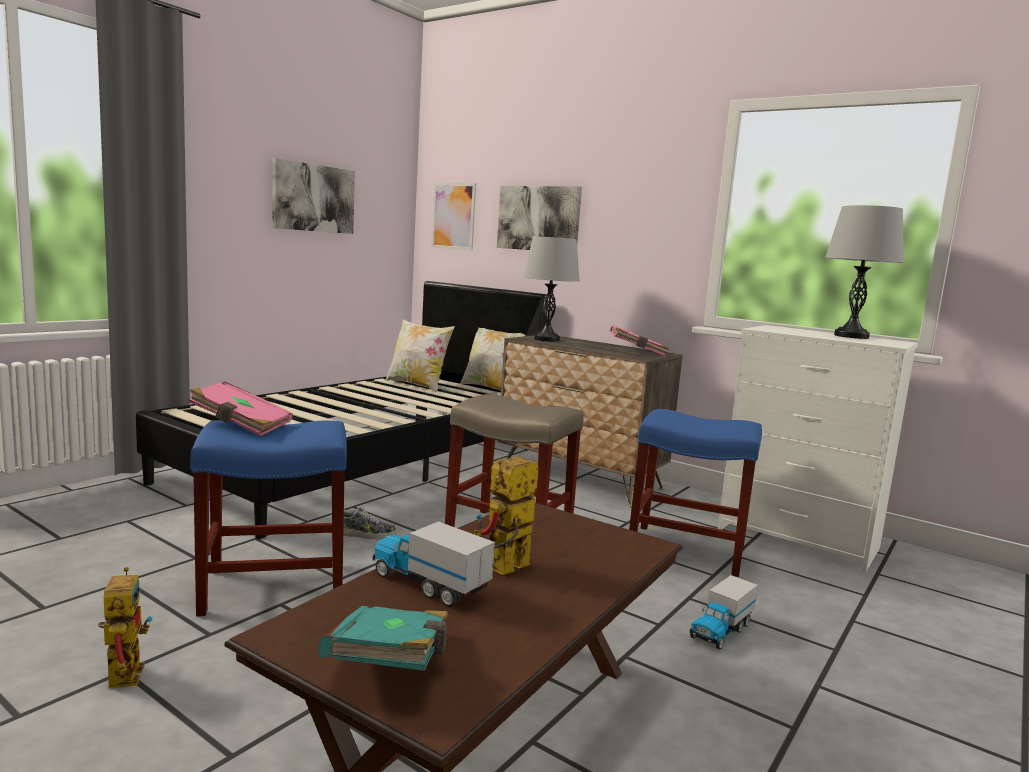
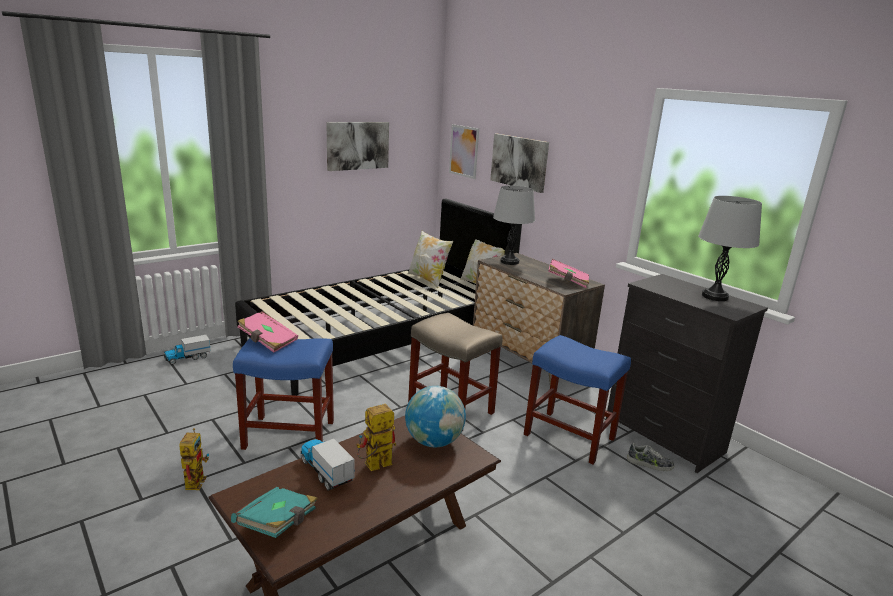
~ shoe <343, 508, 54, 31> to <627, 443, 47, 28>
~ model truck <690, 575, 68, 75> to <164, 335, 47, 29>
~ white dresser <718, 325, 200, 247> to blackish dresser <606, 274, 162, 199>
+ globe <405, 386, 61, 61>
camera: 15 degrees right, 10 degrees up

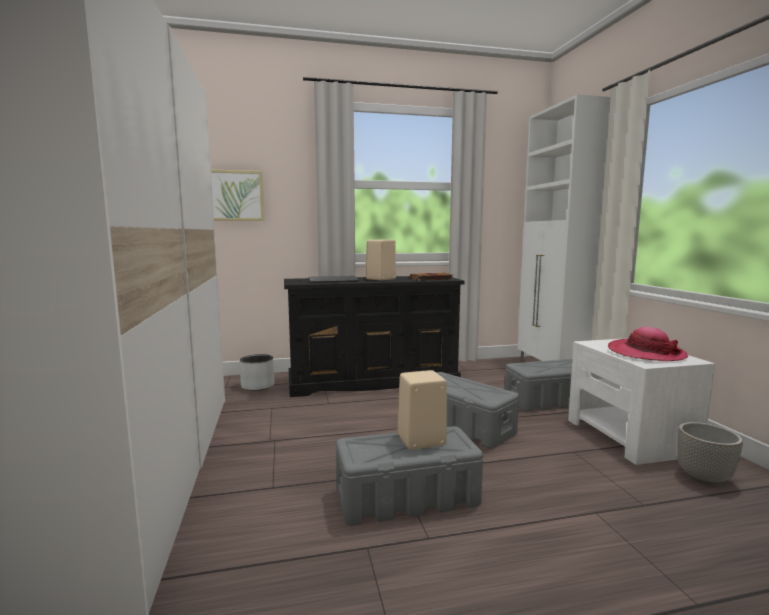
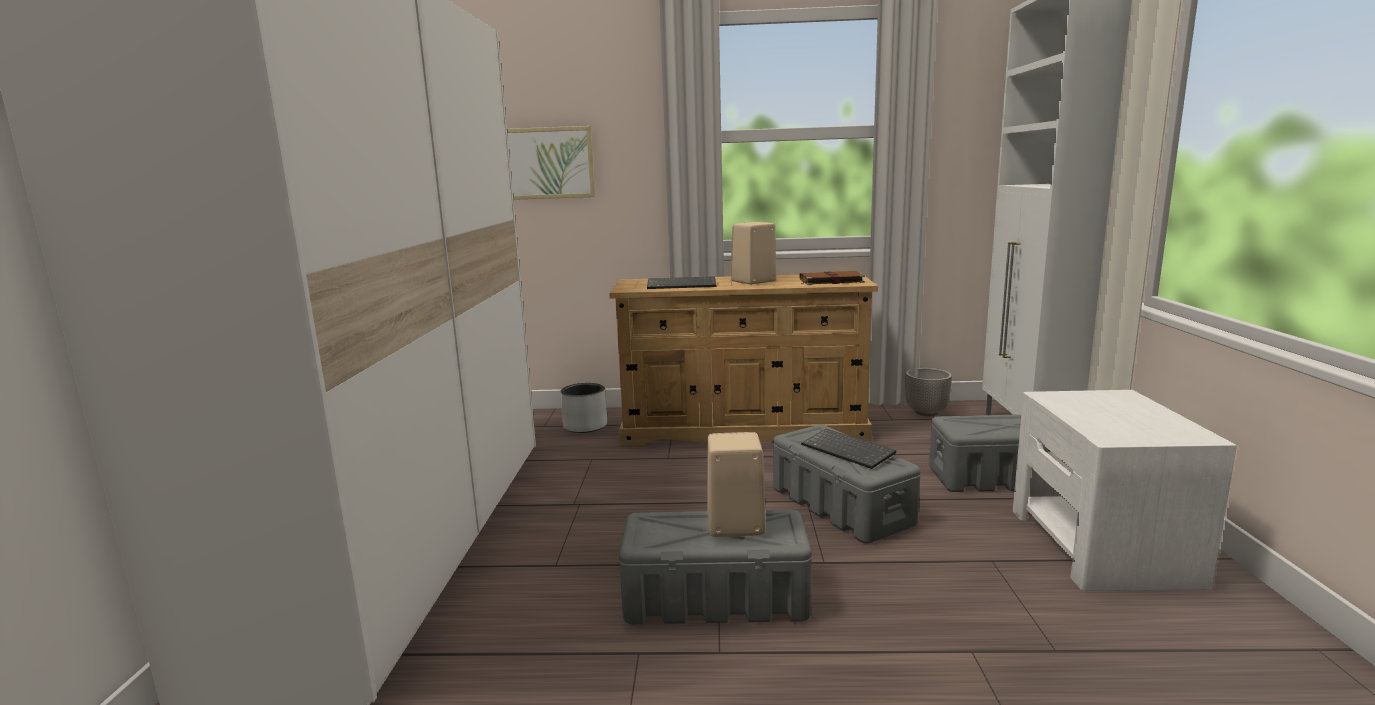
~ blackish dresser <284, 276, 181, 121> to beige dresser <609, 274, 269, 171>
- hat <608, 327, 80, 34>
~ flower pot <677, 422, 66, 63> to <905, 368, 47, 48>
+ PC keyboard <801, 429, 95, 40>
camera: 15 degrees right, 5 degrees up

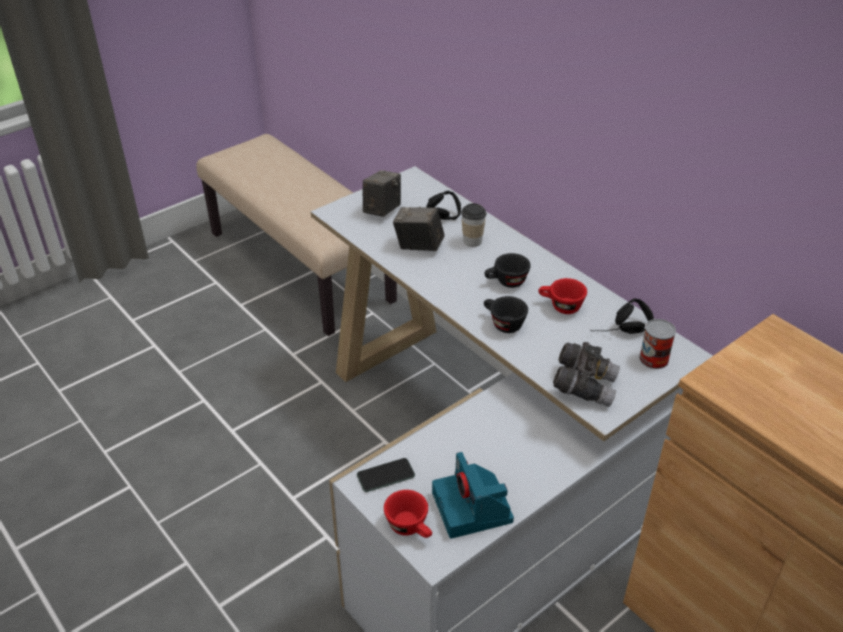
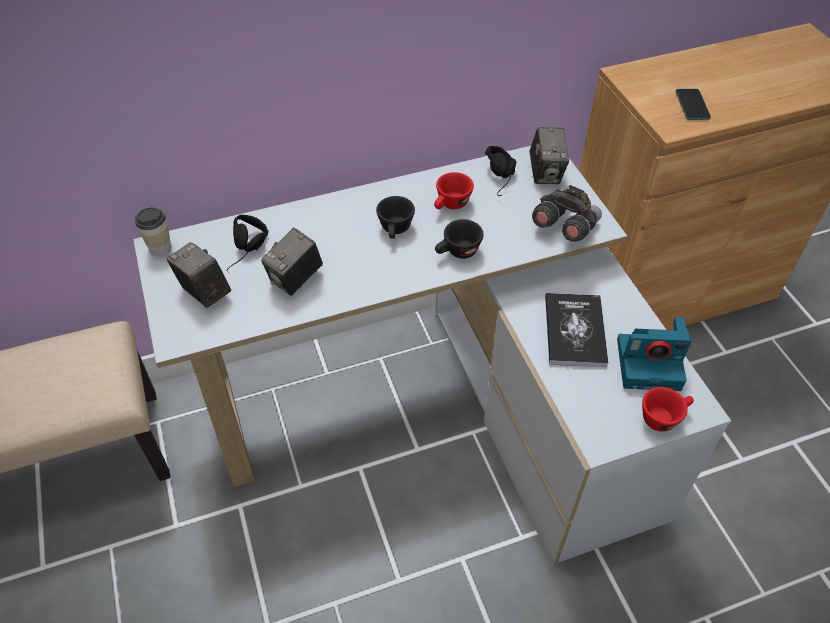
~ telephone <357, 458, 58, 34> to <675, 89, 36, 31>
~ drinking cup <461, 203, 25, 44> to <135, 207, 36, 49>
~ metal can <639, 319, 37, 50> to photo camera <529, 127, 40, 57>
+ volume <545, 293, 63, 74>
camera: 70 degrees left, 10 degrees up

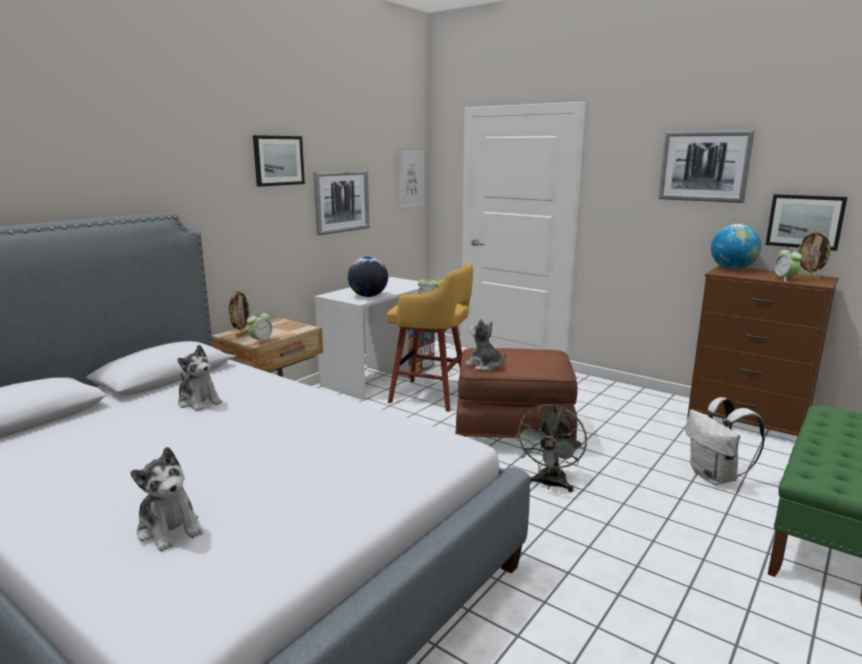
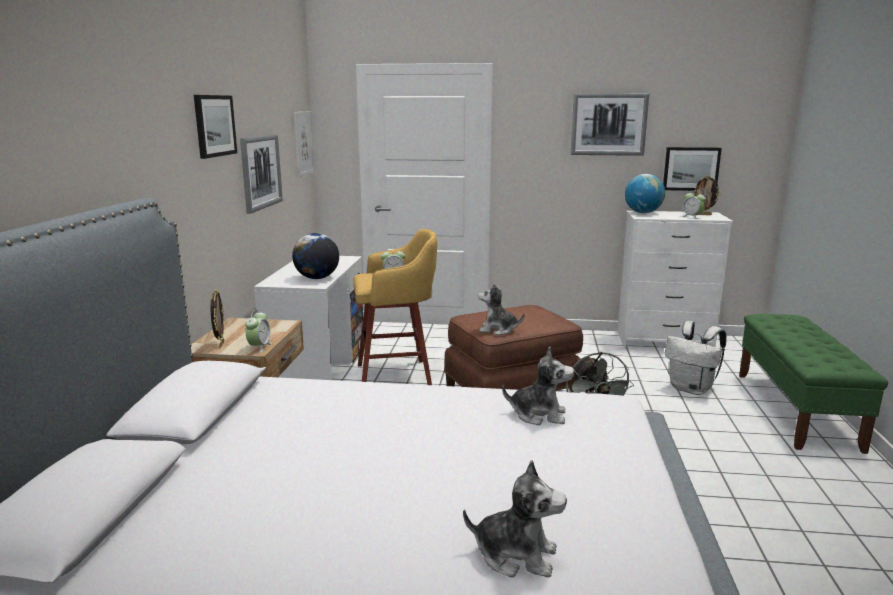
~ cuddly toy <178, 345, 45, 66> to <502, 347, 72, 78>
~ brown-coloured dresser <687, 265, 152, 171> to white dresser <618, 211, 115, 137>
camera: 30 degrees left, 0 degrees up

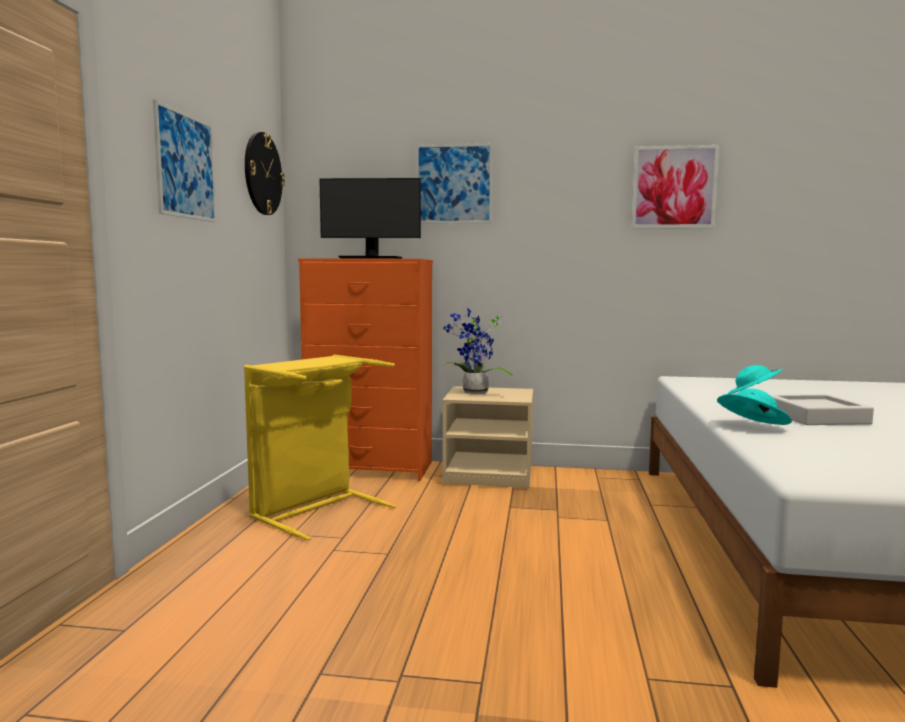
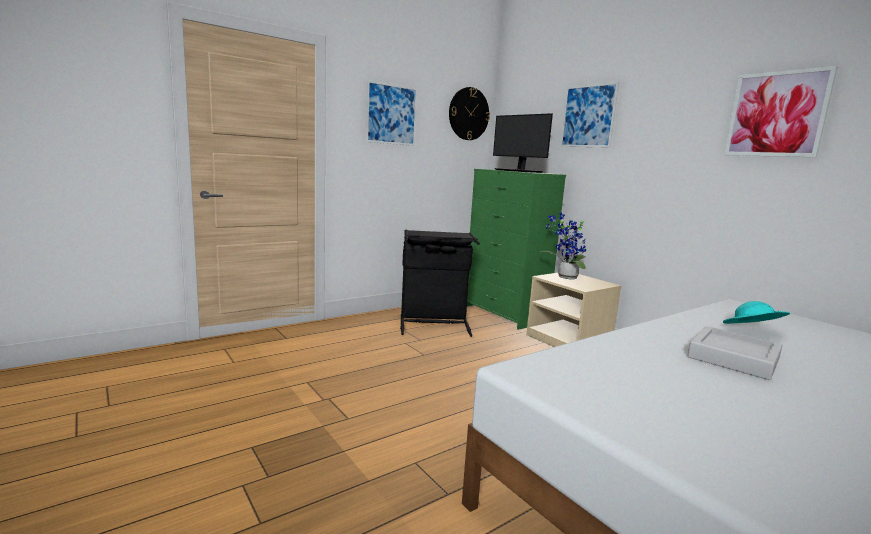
~ yellow-coloured hamper <244, 355, 152, 186> to blackish hamper <400, 229, 80, 108>
~ orange dresser <298, 258, 135, 223> to green-coloured dresser <467, 169, 99, 161>
- turquoise-coloured hat <717, 388, 75, 37>
camera: 45 degrees right, 5 degrees up

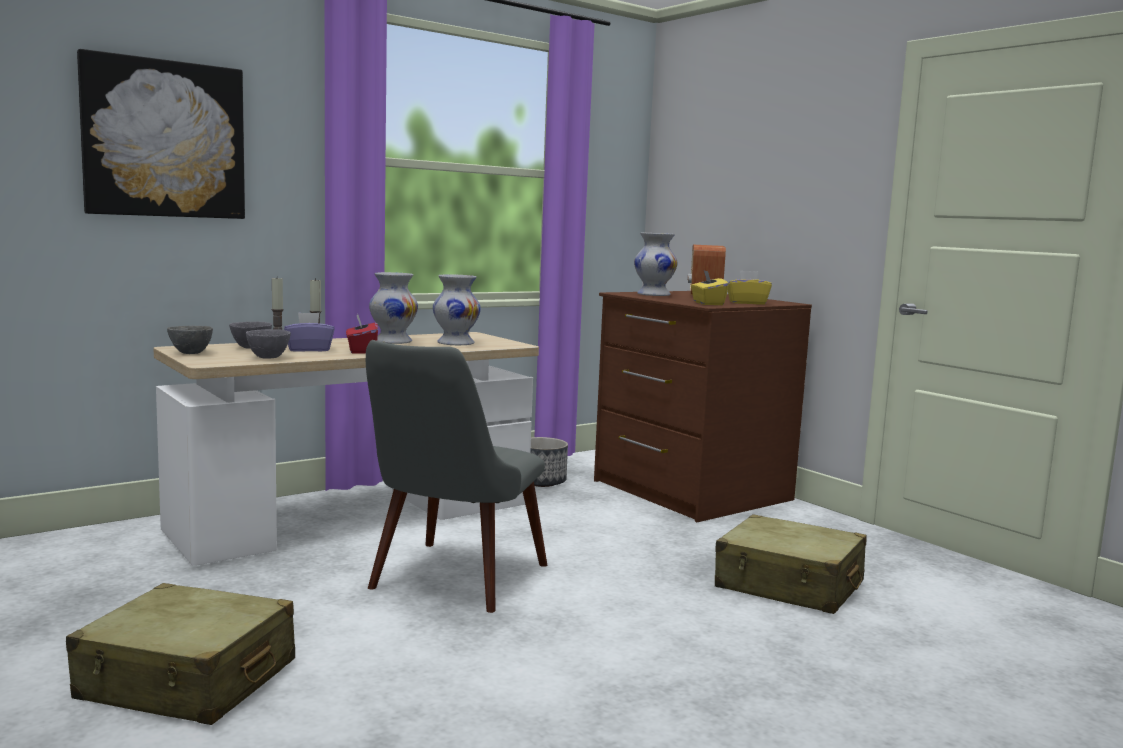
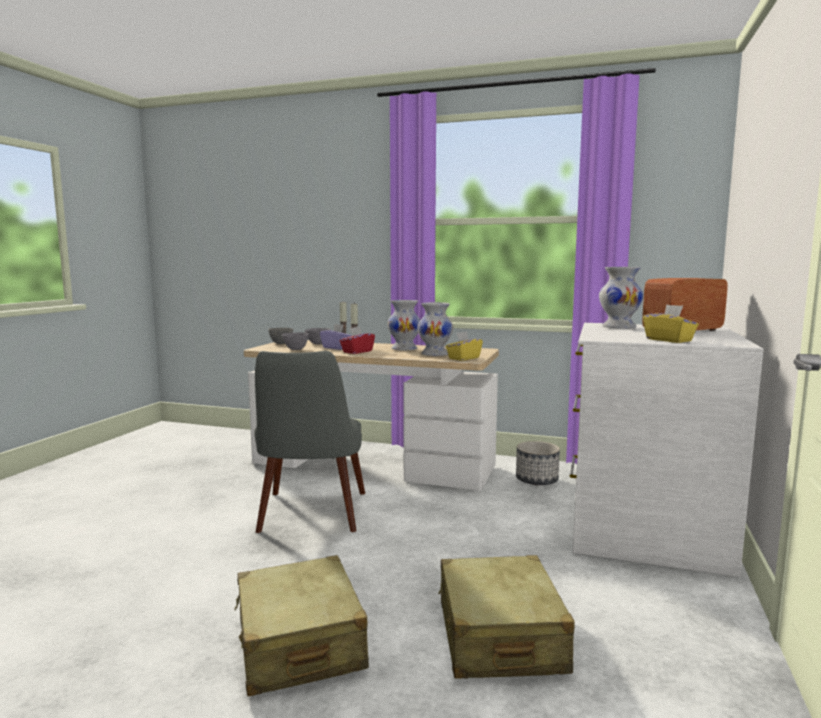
~ beige piece of luggage <66, 583, 229, 142> to <234, 555, 135, 141>
- wall art <77, 49, 168, 170>
~ grey plain chair <366, 340, 181, 273> = <254, 351, 111, 182> 75 degrees counterclockwise
~ brown-coloured dresser <594, 291, 218, 231> to white dresser <570, 323, 194, 254>
~ yellow-coloured tissue box <691, 271, 38, 34> to <446, 331, 37, 30>
camera: 55 degrees right, 0 degrees up

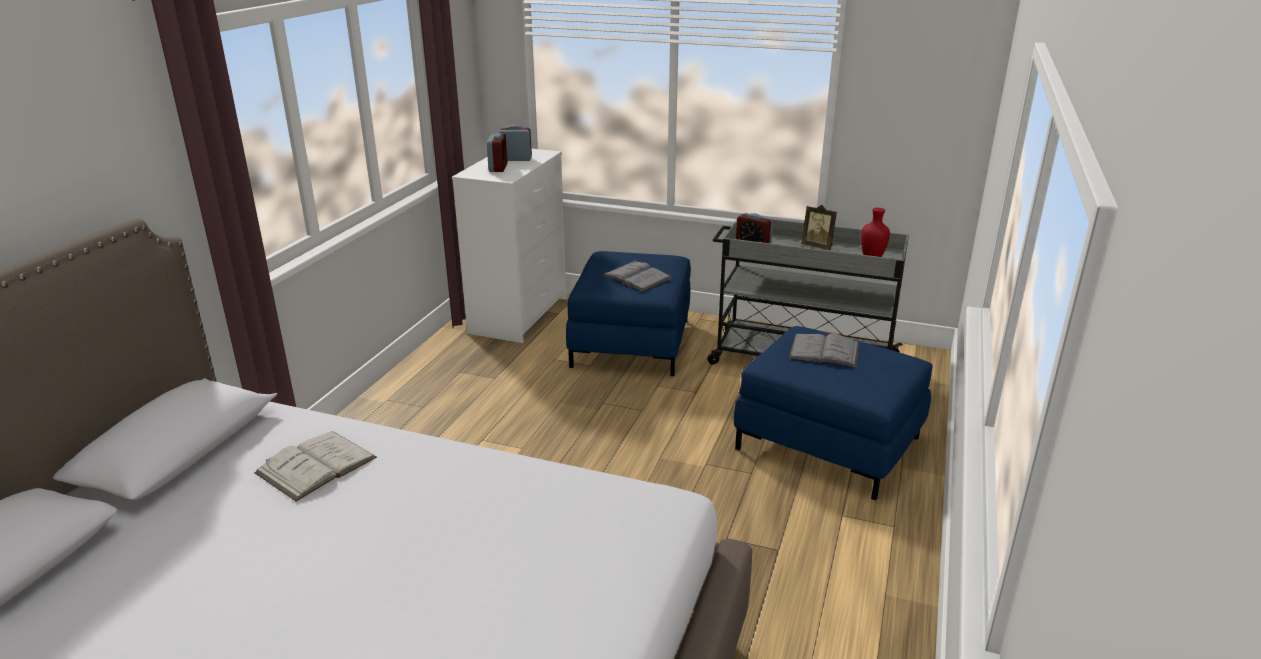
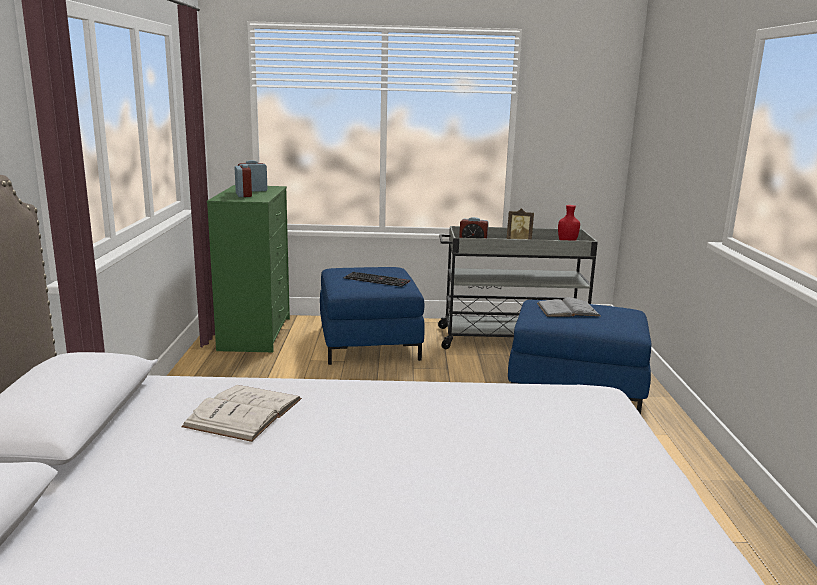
~ white dresser <452, 149, 114, 194> to green-coloured dresser <207, 185, 83, 167>
~ grey volume <602, 260, 69, 31> to PC keyboard <344, 272, 66, 15>
camera: 20 degrees left, 10 degrees down

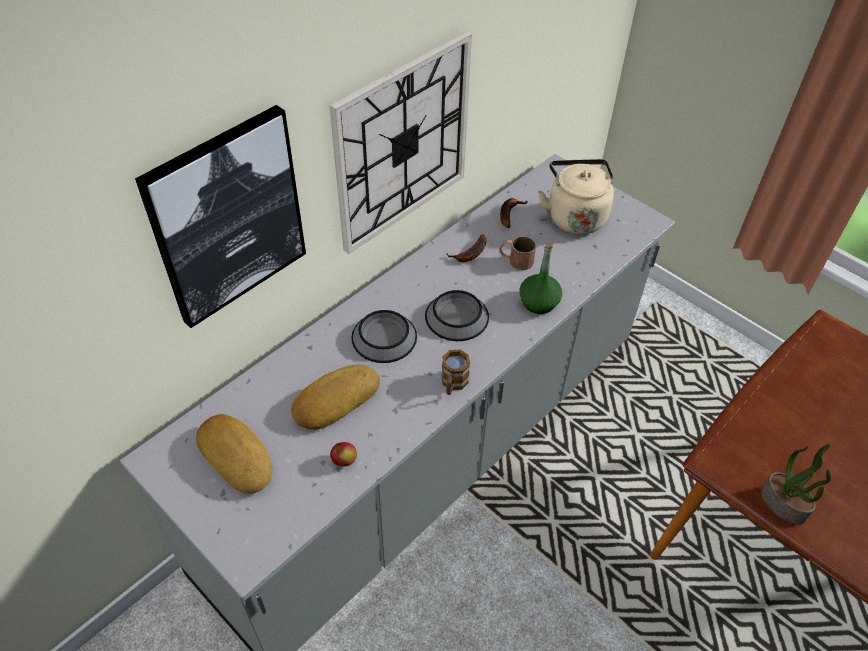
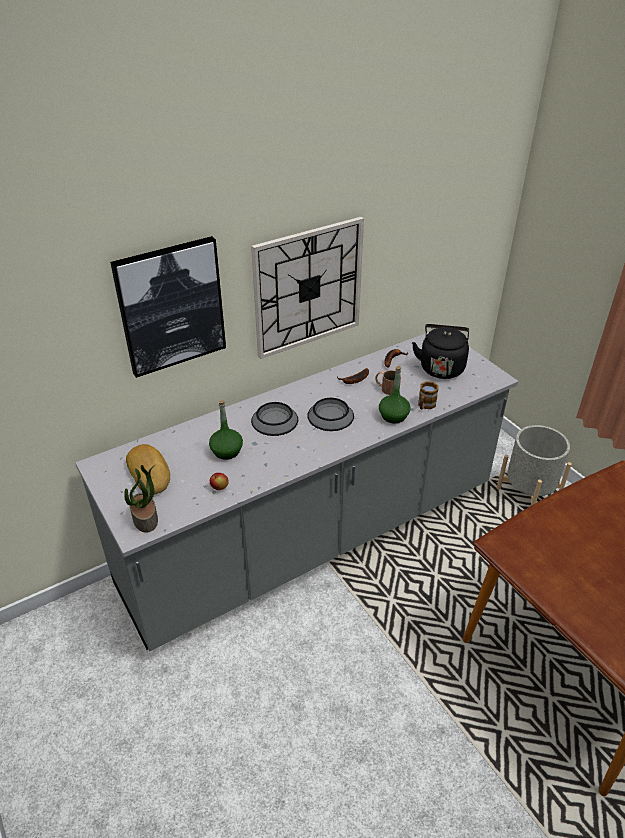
~ bread <291, 364, 89, 66> to green-coloured beverage bottle <209, 400, 34, 60>
~ coffee mug <442, 350, 28, 45> to <418, 381, 20, 28>
~ beige water kettle <538, 159, 76, 75> to blackish water kettle <412, 324, 57, 55>
~ houseplant <761, 444, 71, 80> to <124, 465, 34, 68>
+ grey flower pot <497, 425, 75, 81>
camera: 15 degrees right, 10 degrees down

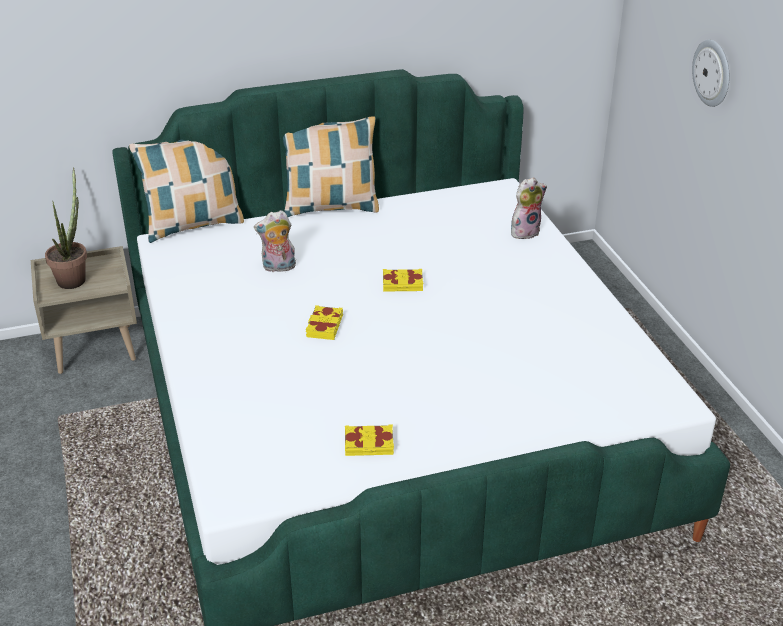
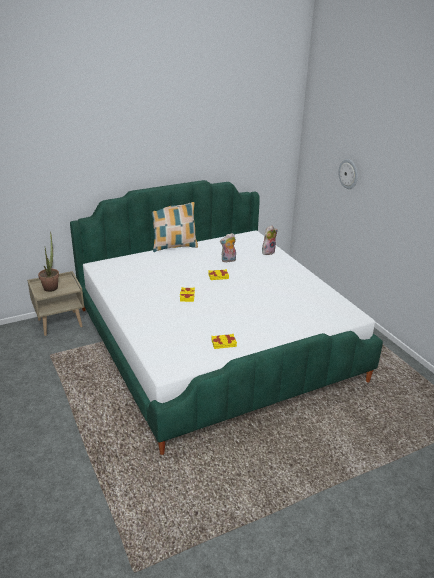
- pillow <129, 140, 115, 103>
~ cuddly toy <254, 210, 42, 62> to <220, 233, 16, 30>
camera: 10 degrees left, 5 degrees down

